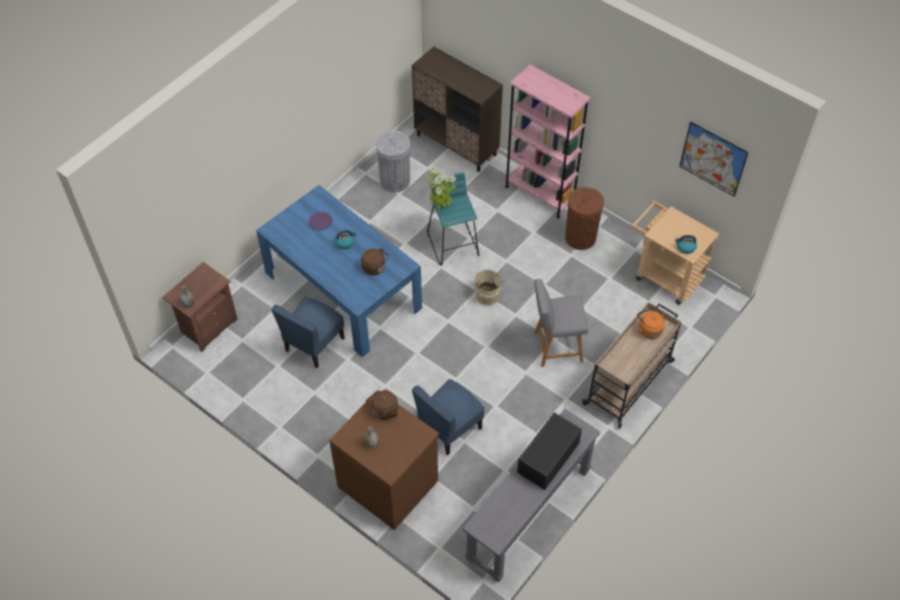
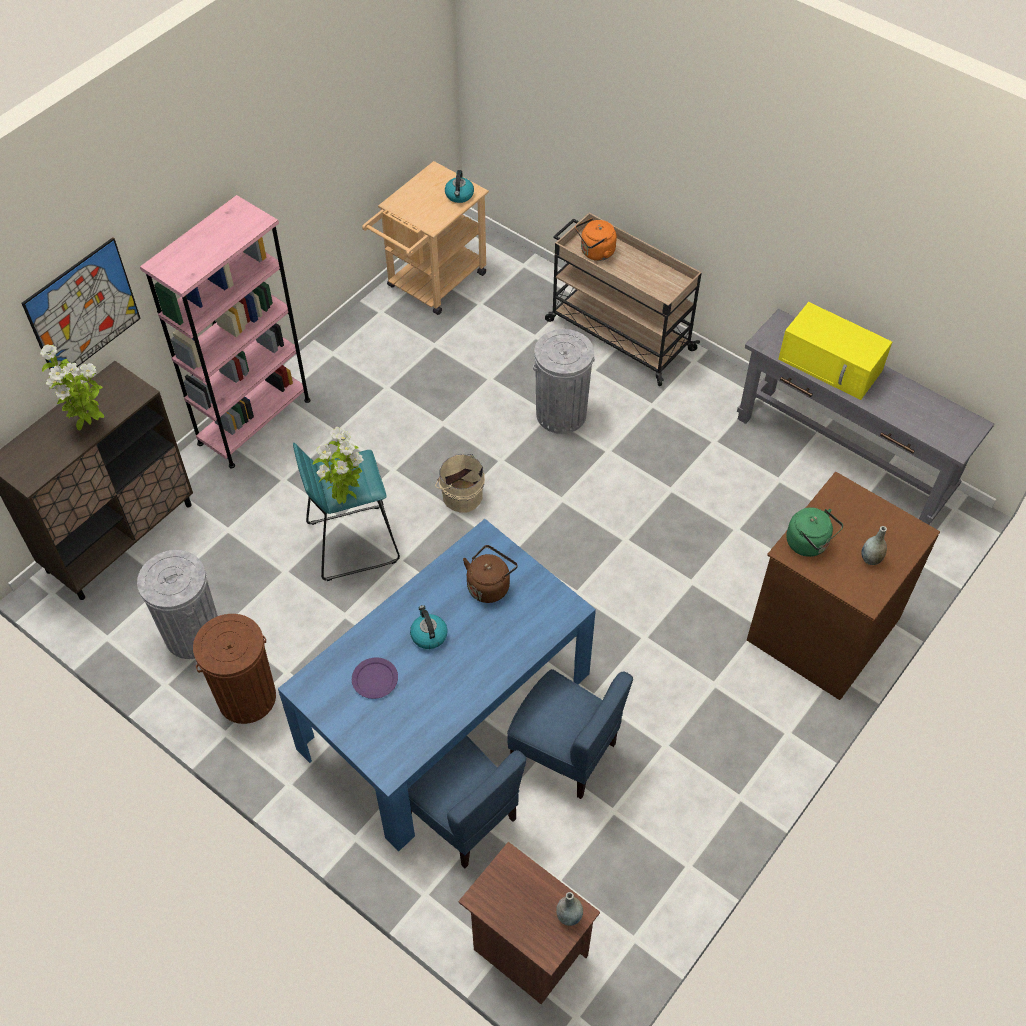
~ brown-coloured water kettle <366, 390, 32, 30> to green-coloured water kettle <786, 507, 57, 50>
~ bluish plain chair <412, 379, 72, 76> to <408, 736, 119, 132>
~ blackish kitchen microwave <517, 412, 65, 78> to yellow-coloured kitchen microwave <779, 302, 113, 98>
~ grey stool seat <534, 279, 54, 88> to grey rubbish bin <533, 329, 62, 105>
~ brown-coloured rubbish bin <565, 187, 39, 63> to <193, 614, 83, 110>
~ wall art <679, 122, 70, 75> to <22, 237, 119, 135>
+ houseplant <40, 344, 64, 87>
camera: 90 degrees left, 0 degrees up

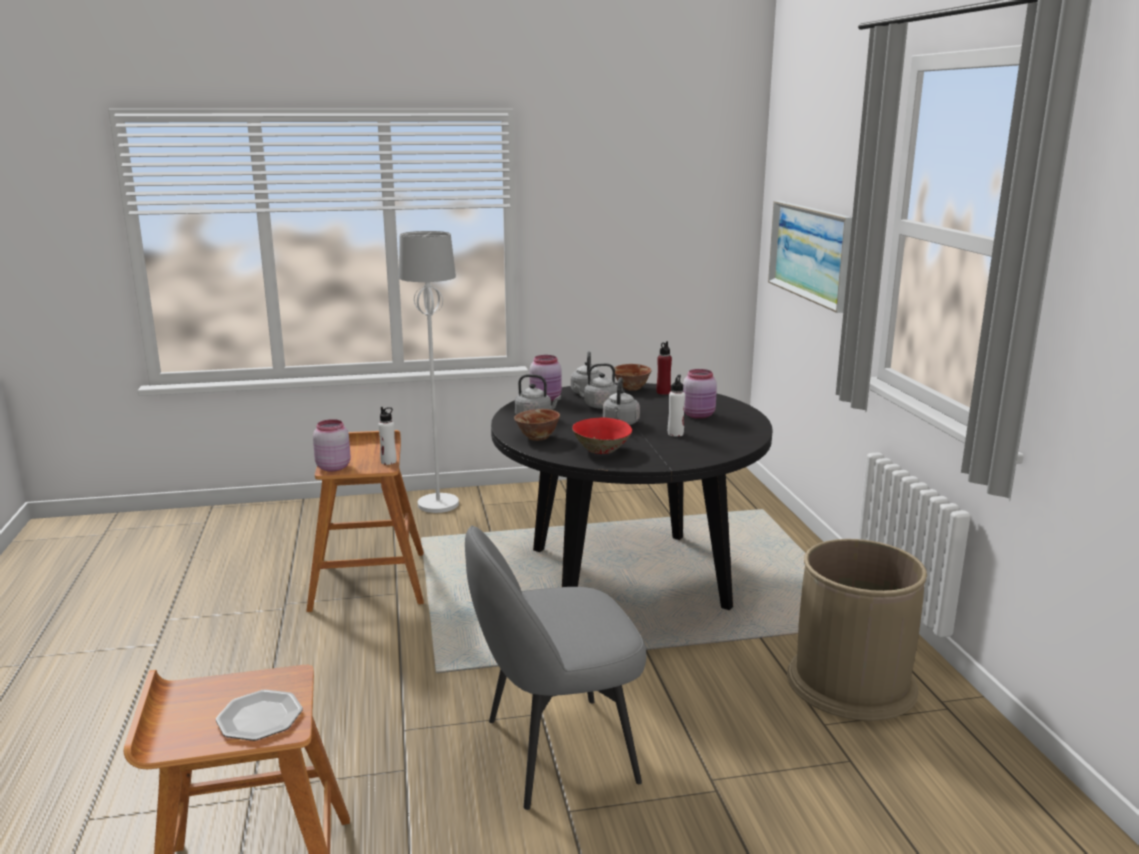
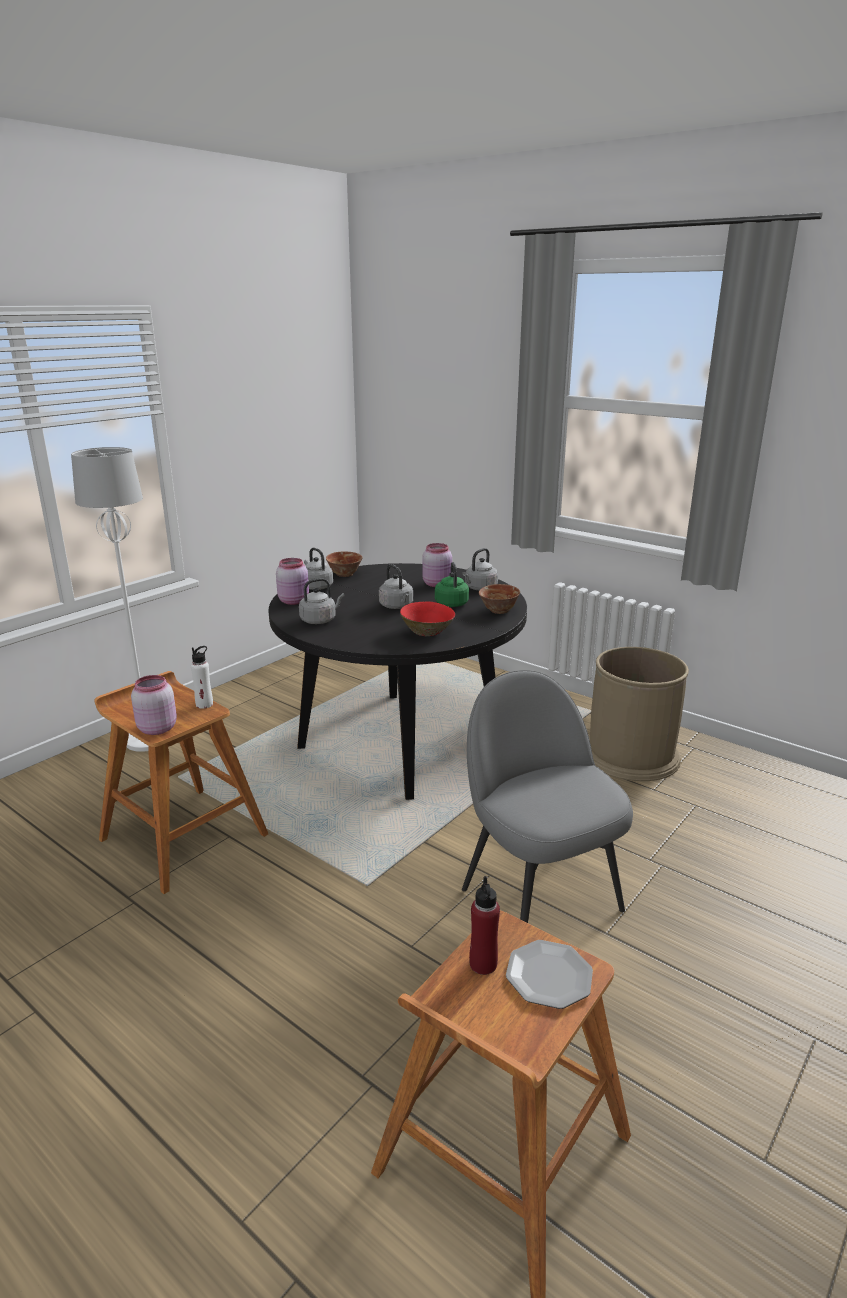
~ grey plain chair <465, 526, 181, 284> = <462, 670, 171, 253> 120 degrees clockwise
~ serving bowl <514, 409, 46, 32> to <479, 584, 41, 30>
~ grey water kettle <574, 363, 43, 46> to <462, 548, 36, 42>
~ red-coloured beverage bottle <656, 341, 16, 54> to <469, 876, 31, 99>
~ white beverage bottle <668, 375, 17, 62> to green-coloured water kettle <435, 562, 34, 45>
- wall art <768, 201, 84, 112>
camera: 40 degrees left, 5 degrees up

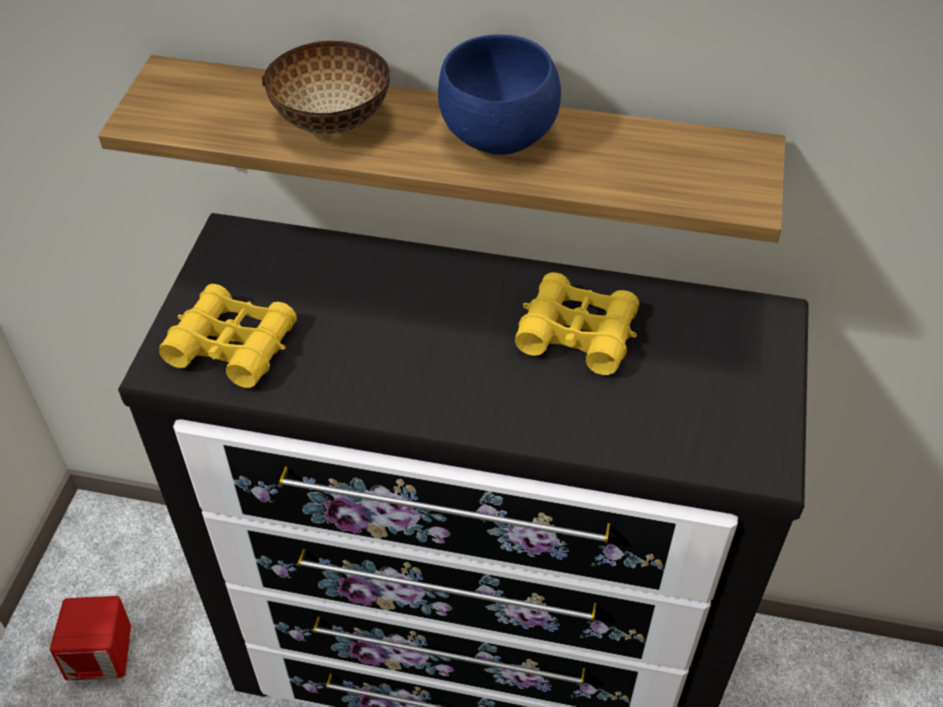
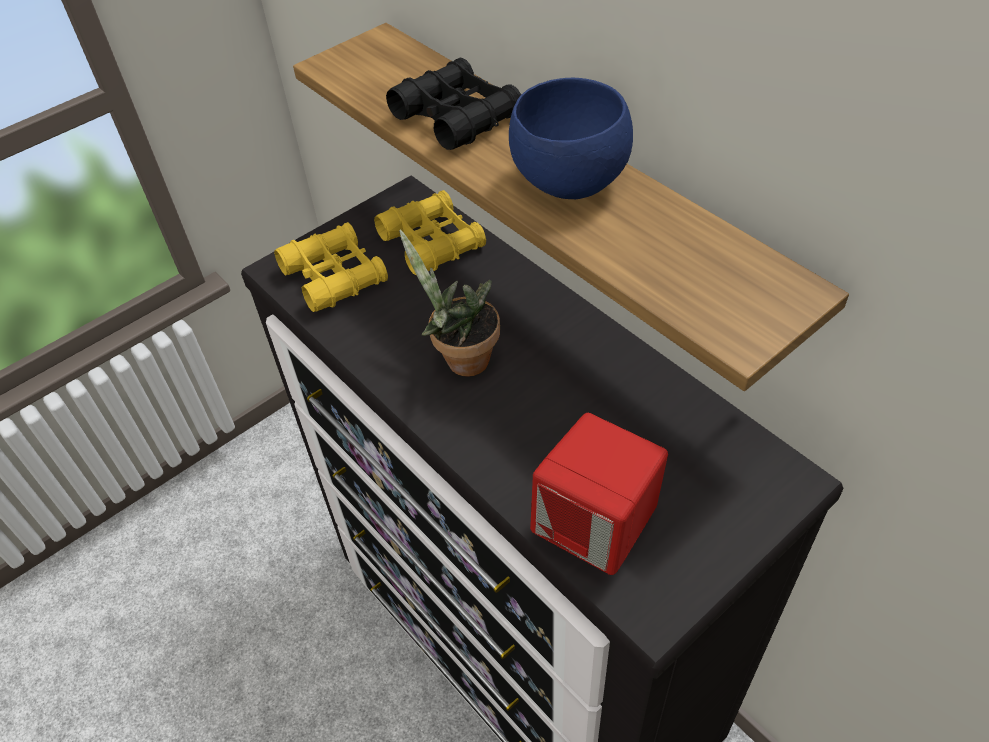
~ red-coloured speaker <50, 596, 81, 84> to <530, 413, 138, 162>
~ serving bowl <261, 41, 129, 94> to blackish field glasses <386, 58, 135, 92>
~ yellow-coloured field glasses <515, 272, 124, 103> to <374, 190, 112, 85>
+ houseplant <399, 230, 101, 147>
camera: 40 degrees right, 0 degrees up

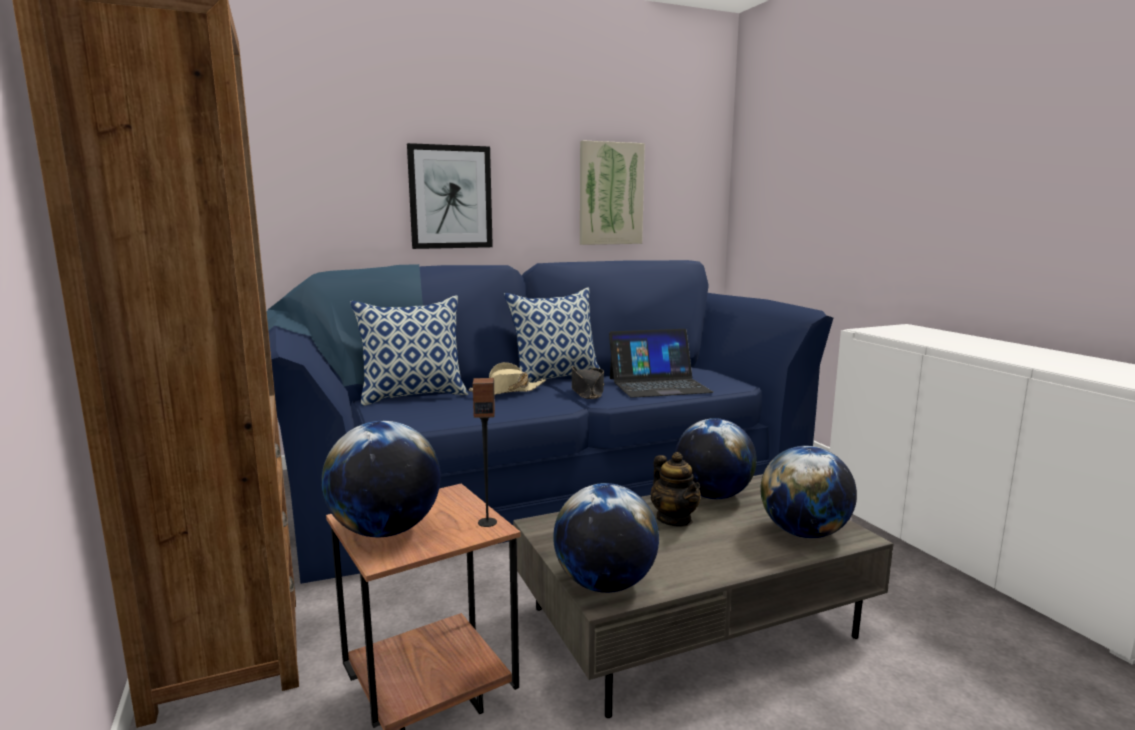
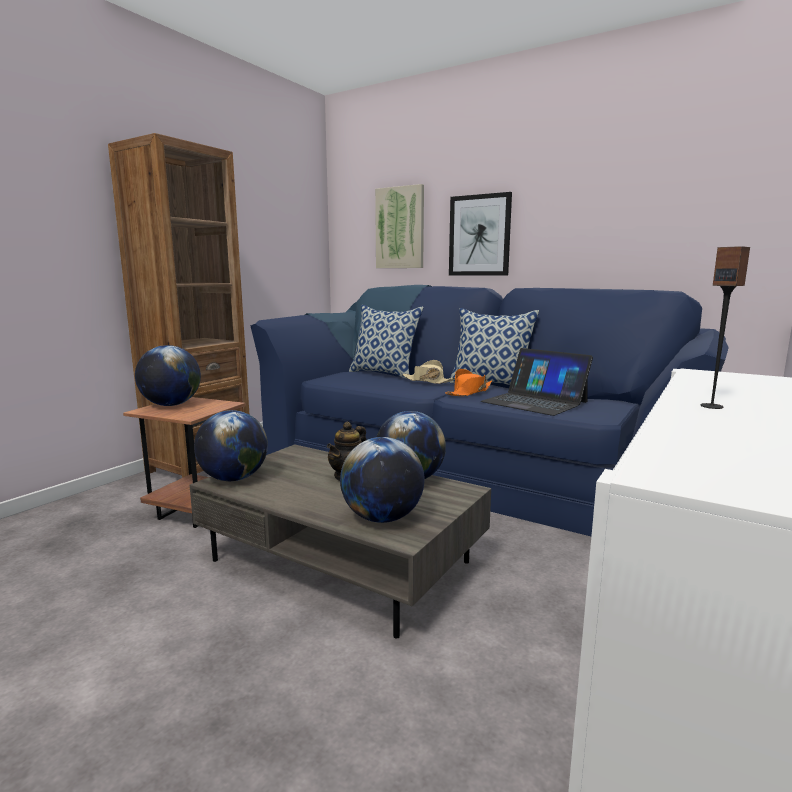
~ speaker <473, 378, 24, 149> to <700, 246, 50, 163>
~ blackish hat <572, 366, 32, 33> to orange hat <445, 369, 47, 27>
~ wall art <580, 140, 65, 105> to <375, 184, 49, 84>
camera: 55 degrees right, 0 degrees up

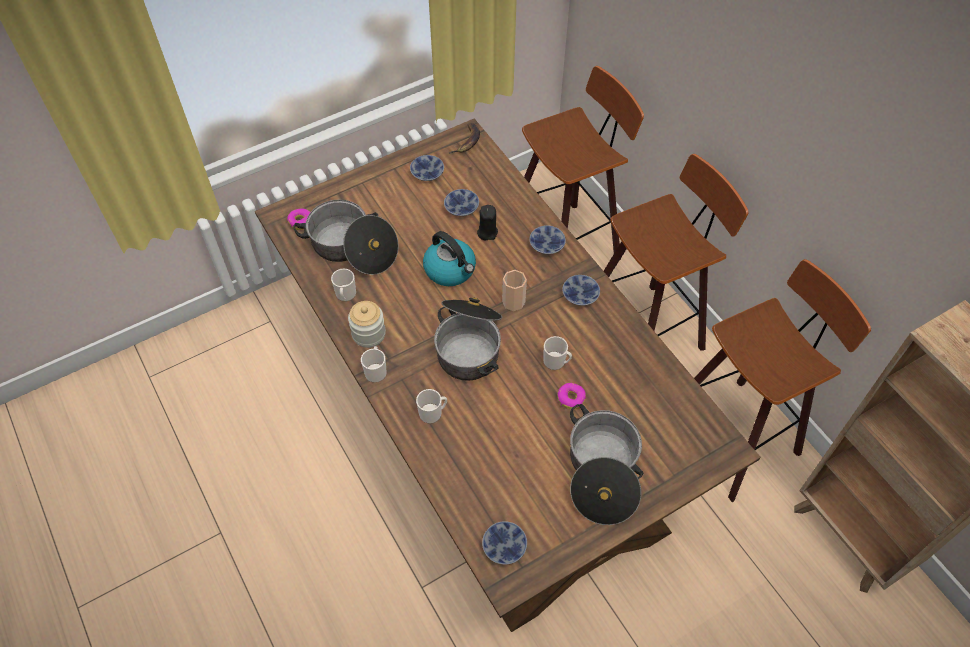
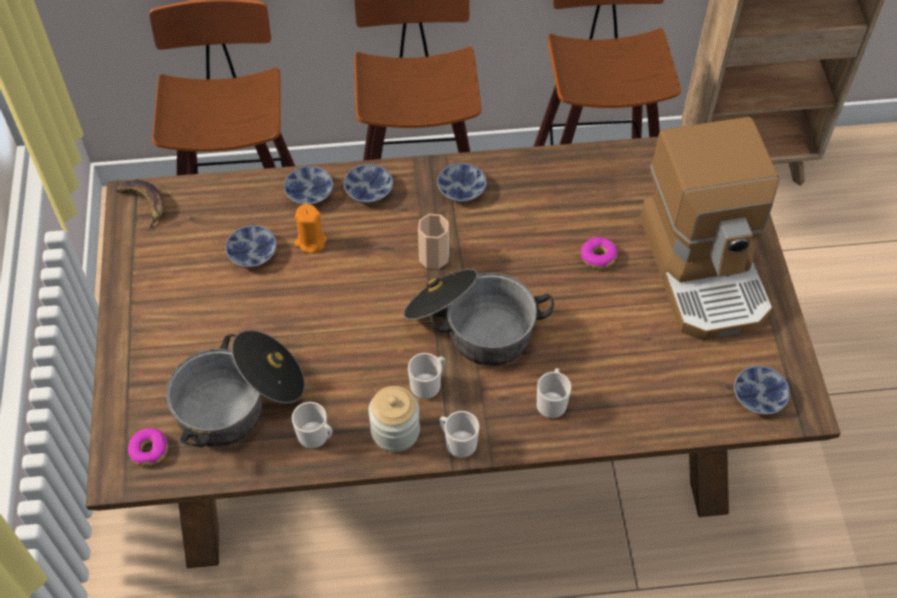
~ serving bowl <410, 155, 34, 26> to <284, 166, 49, 39>
- water kettle <423, 231, 53, 55>
~ blackish wax light <477, 205, 21, 36> to orange wax light <294, 204, 33, 49>
~ coffee mug <543, 336, 29, 34> to <408, 353, 37, 46>
~ stockpot <570, 404, 73, 121> to coffee brewer <640, 117, 139, 224>
camera: 65 degrees left, 0 degrees up

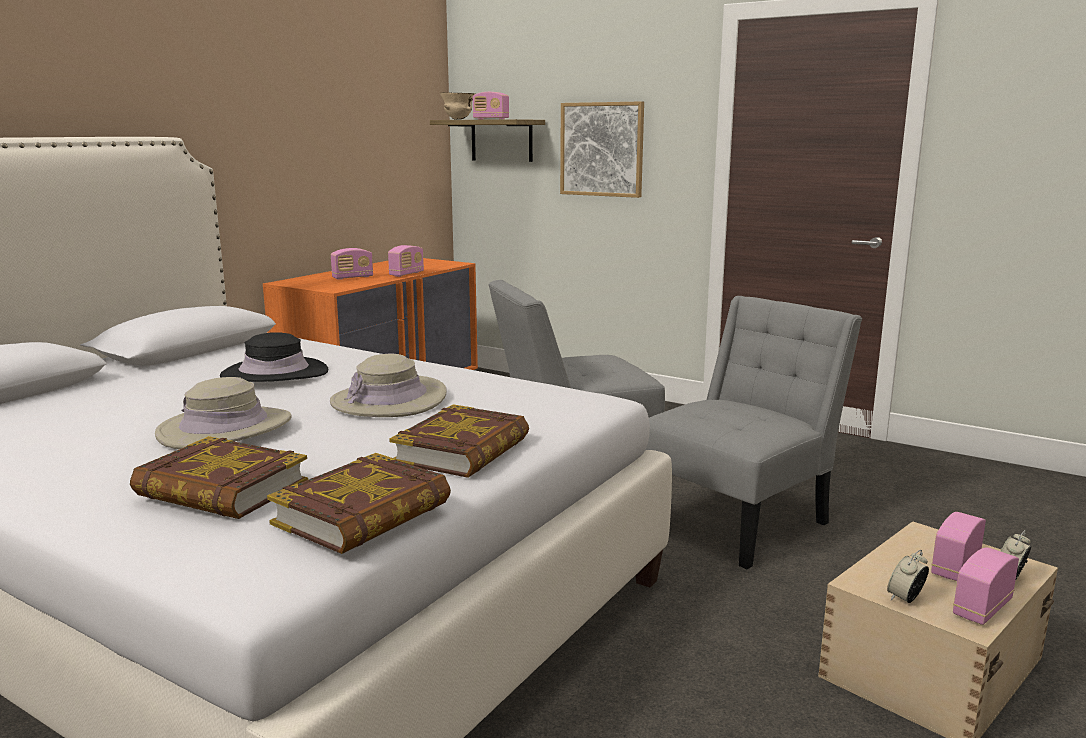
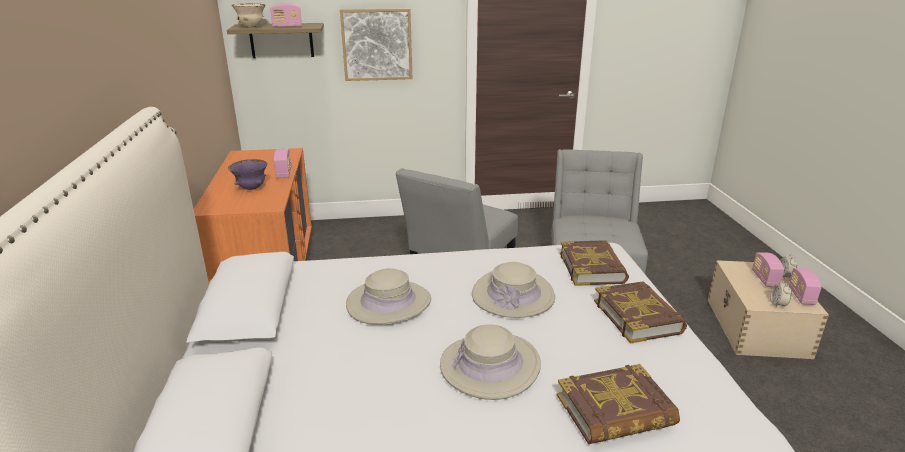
~ blackish hat <220, 332, 109, 50> to beige hat <346, 268, 85, 56>
~ volume <267, 453, 184, 101> to <560, 240, 69, 46>
~ radio <331, 248, 42, 32> to purple serving bowl <228, 159, 39, 31>
camera: 40 degrees left, 10 degrees up

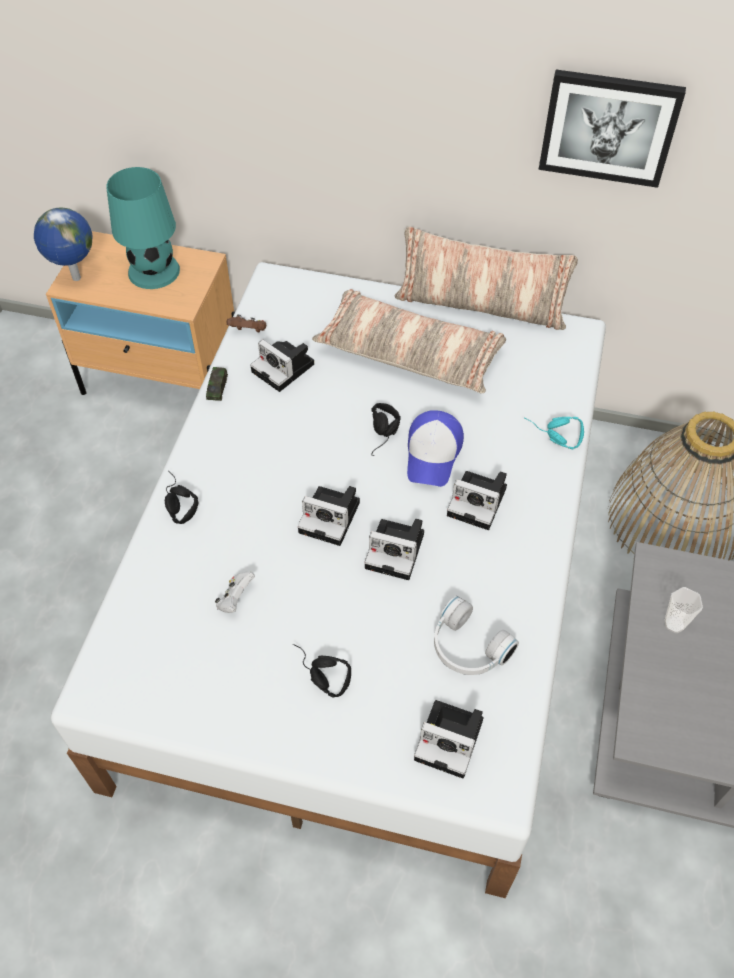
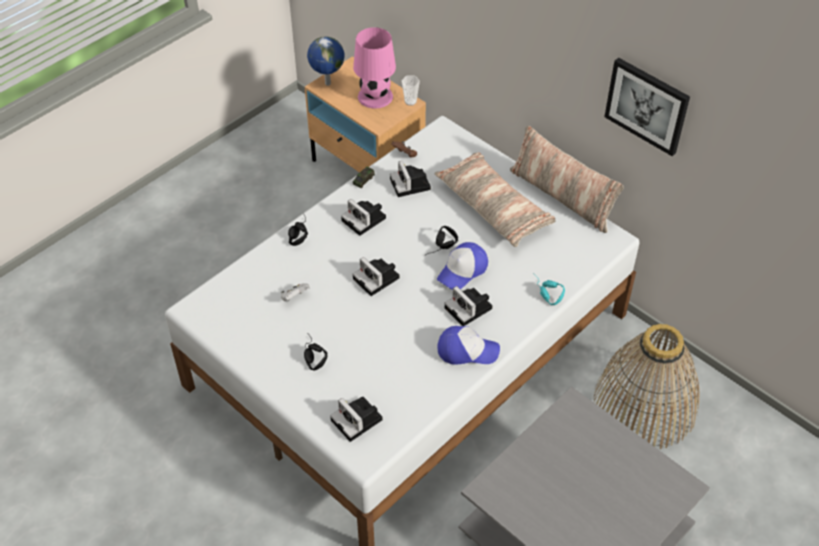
~ turquoise-coloured lamp for a table <106, 167, 74, 122> to pink-coloured lamp for a table <353, 27, 43, 81>
~ photo camera <365, 519, 59, 61> to <341, 199, 45, 37>
- white pair of headphones <434, 596, 85, 79>
~ drinking cup <664, 587, 39, 46> to <402, 76, 18, 29>
+ baseball cap <437, 326, 63, 39>
camera: 30 degrees right, 5 degrees down

